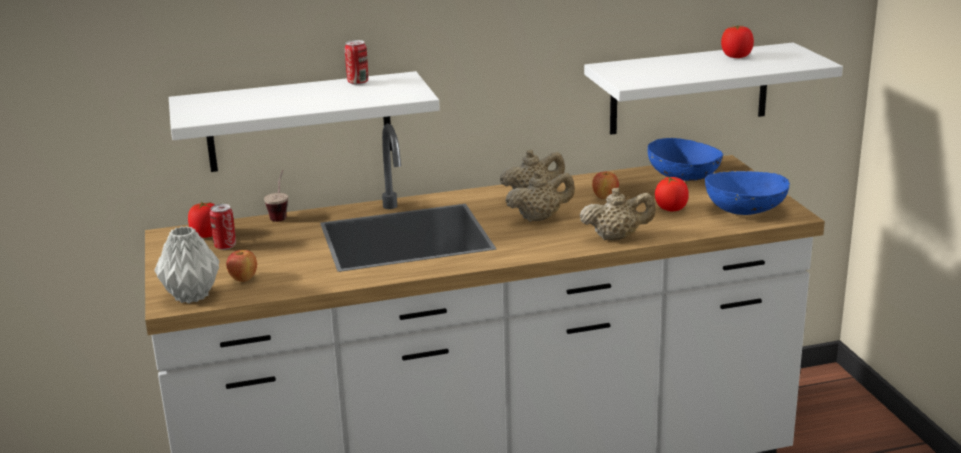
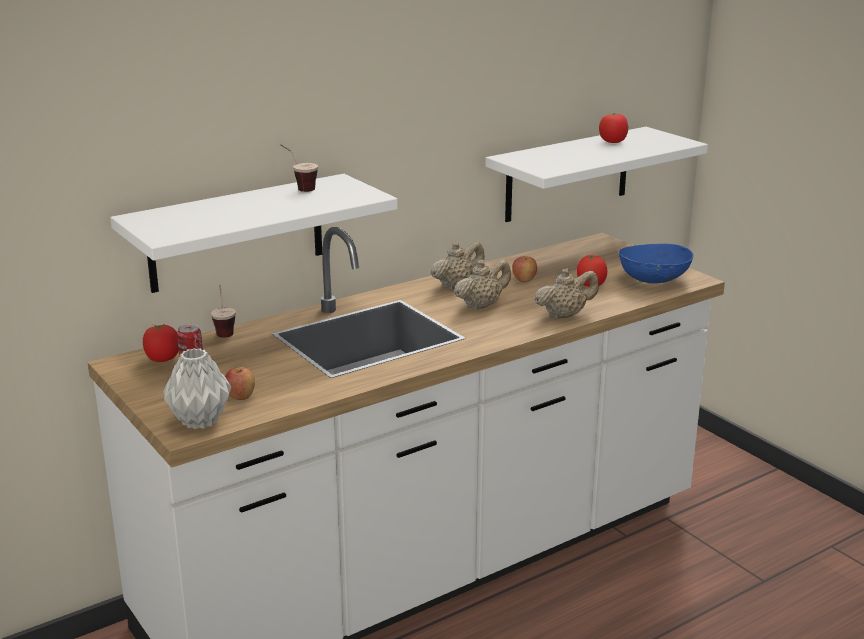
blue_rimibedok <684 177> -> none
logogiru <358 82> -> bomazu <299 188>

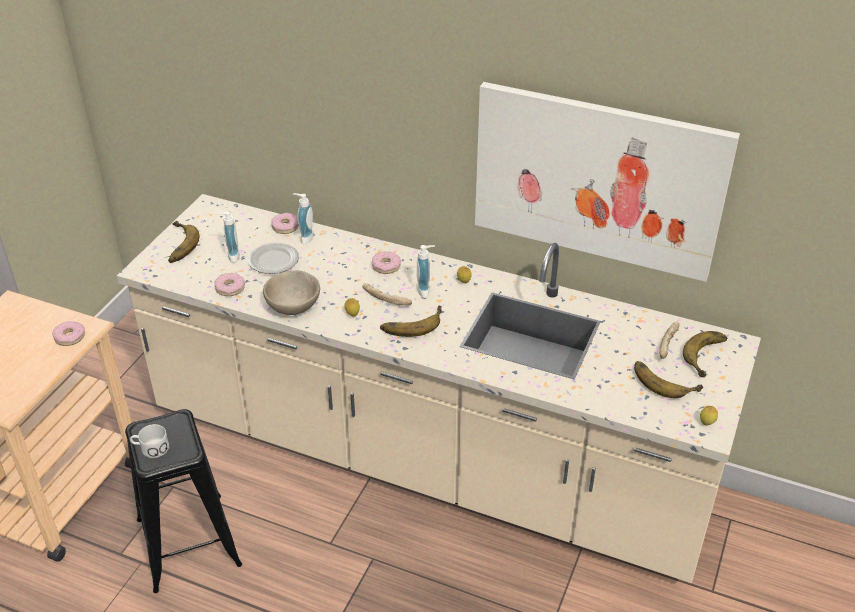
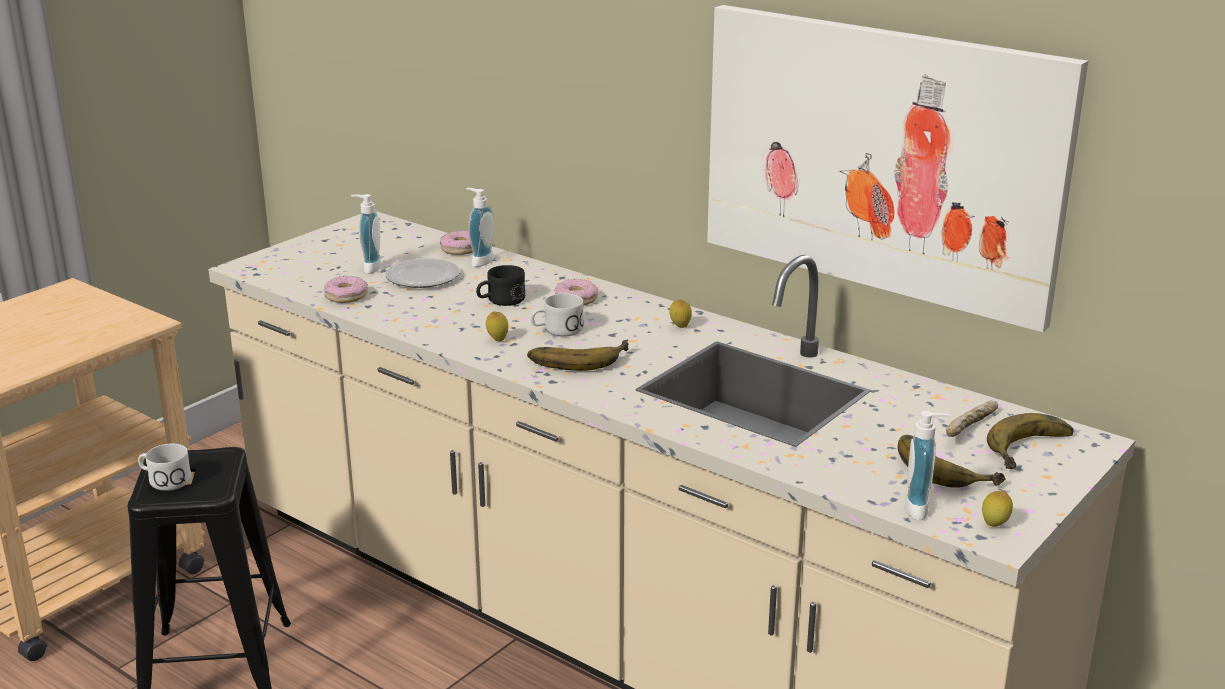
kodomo <70 337> -> none
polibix <176 245> -> none
beige_rimibedok <293 307> -> none
none -> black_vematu <500 301>
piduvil <426 290> -> piduvil <921 509>, shifted
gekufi <387 299> -> white_vematu <557 330>

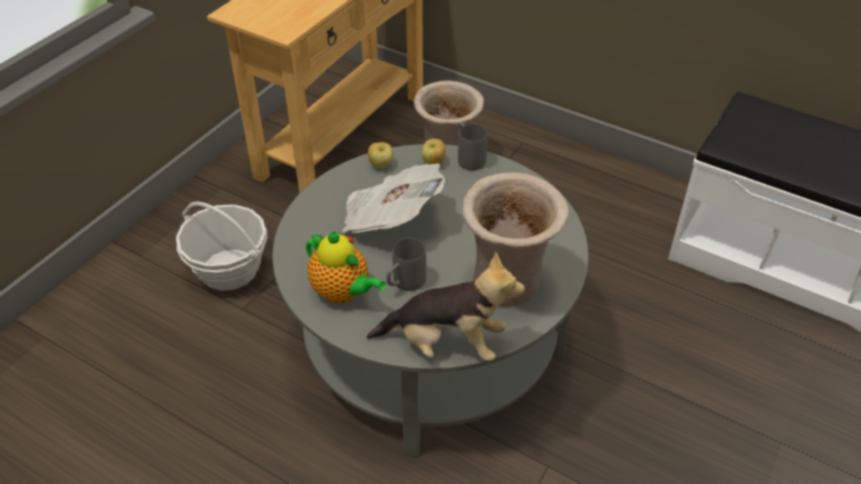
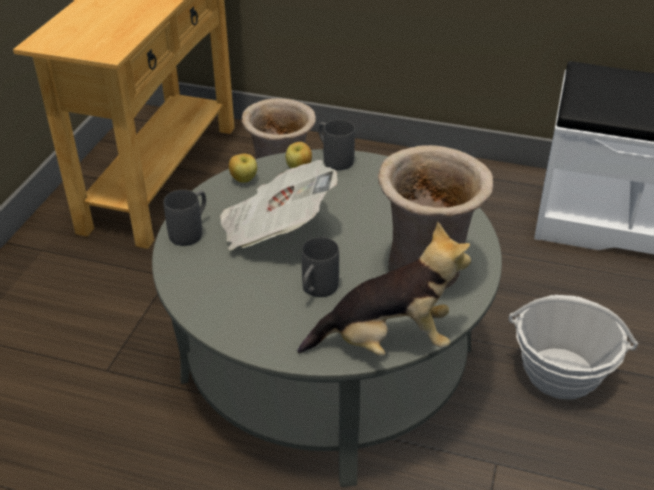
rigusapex <343 292> -> none
none -> grey_vematu <191 231>
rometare <229 270> -> rometare <561 373>, shifted

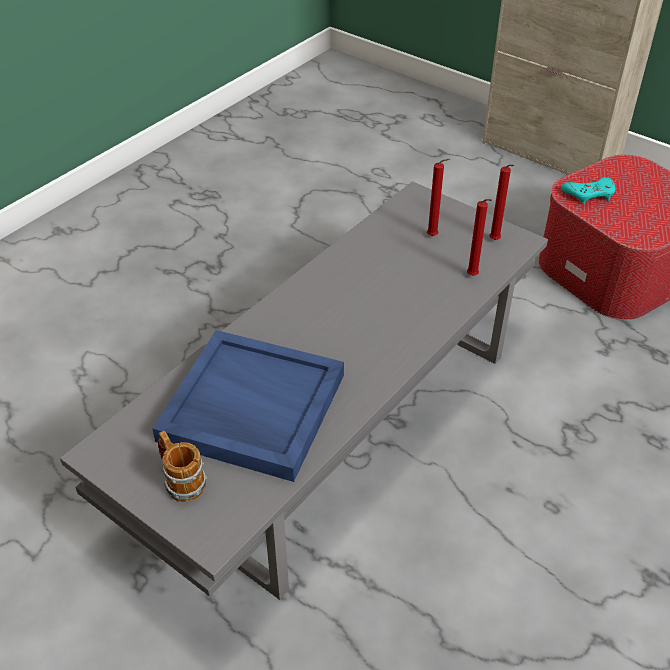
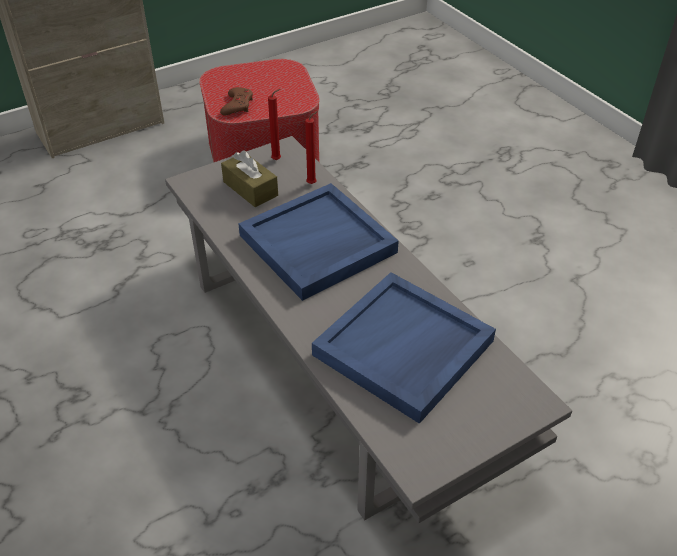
vematu <181 480> -> none
none -> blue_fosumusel <317 245>
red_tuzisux <434 236> -> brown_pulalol <250 189>
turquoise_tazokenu <589 194> -> brown_tazokenu <237 105>

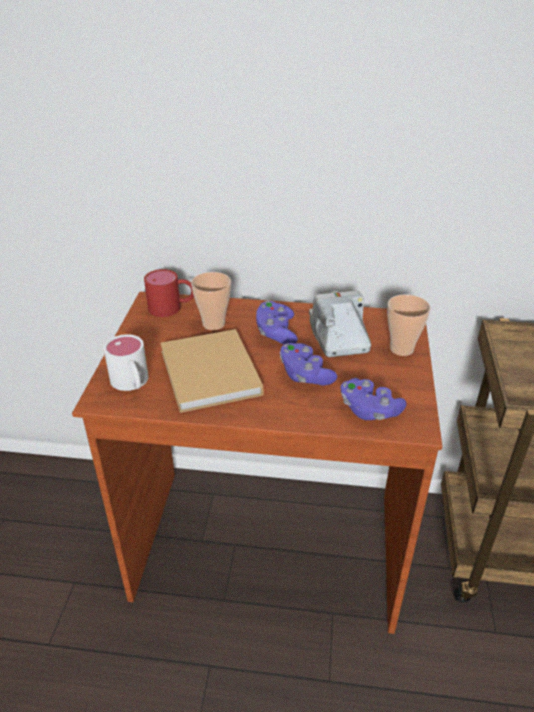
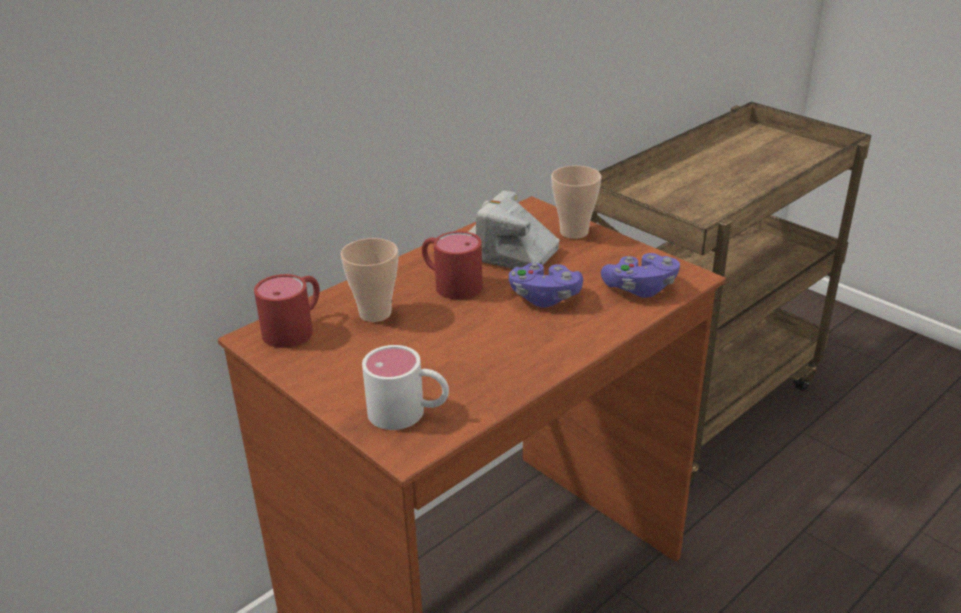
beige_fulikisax <211 374> -> none
purple_tazokenu <276 332> -> red_vematu <450 283>

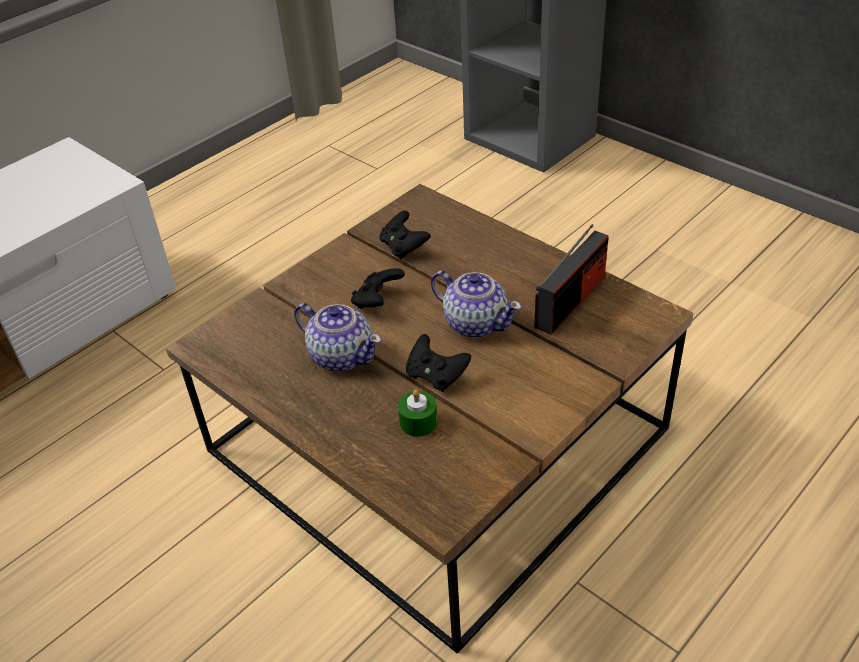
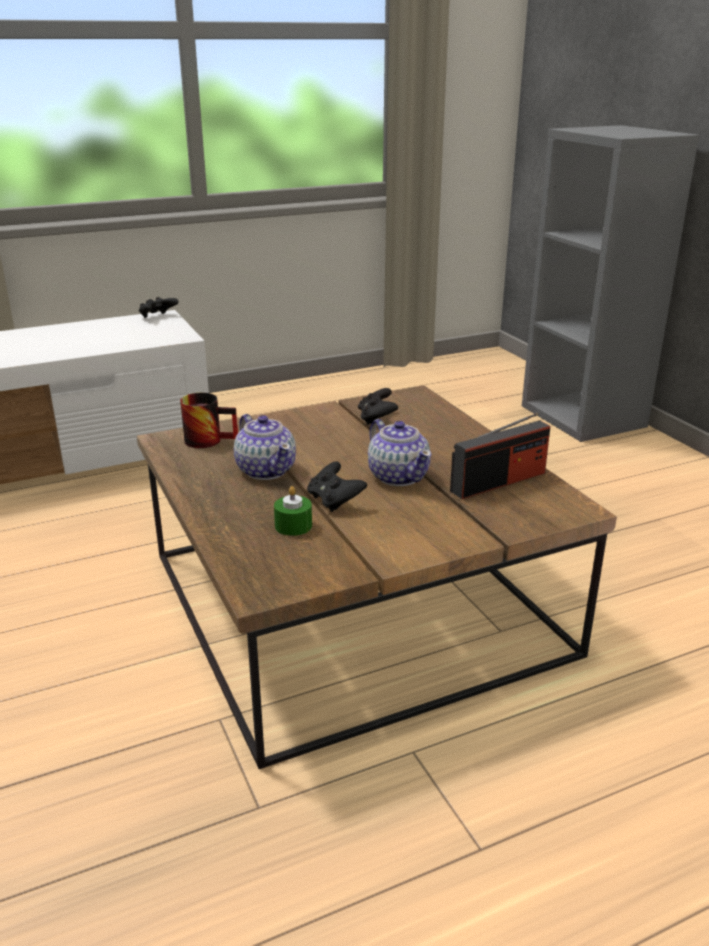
none -> vematu <210 439>
black_tazokenu <377 301> -> black_tazokenu <158 317>, shifted

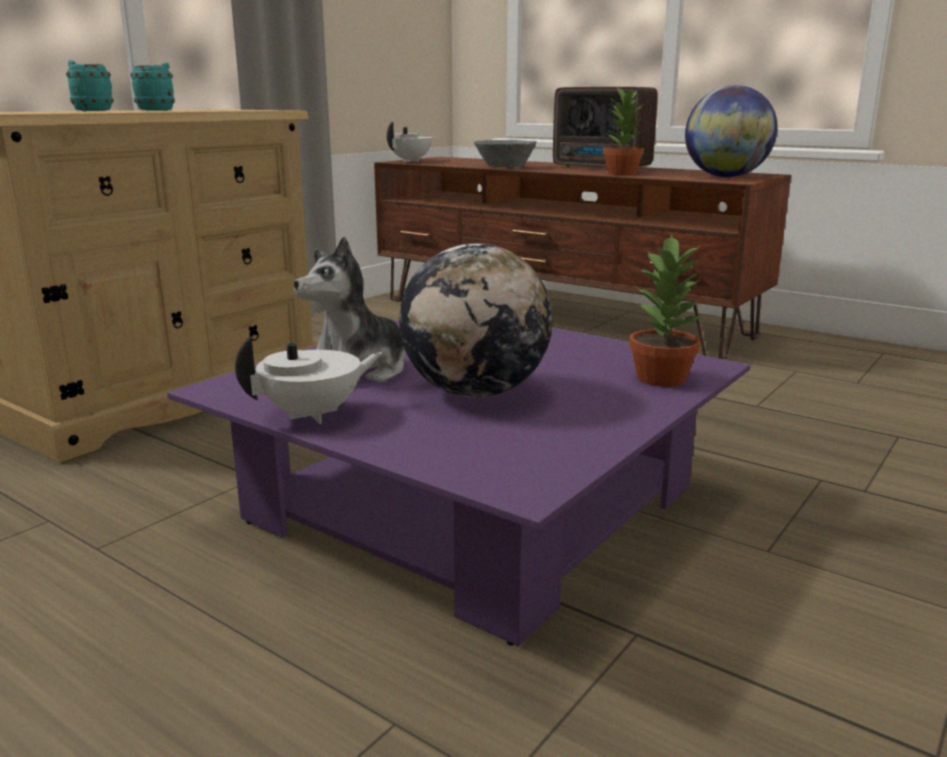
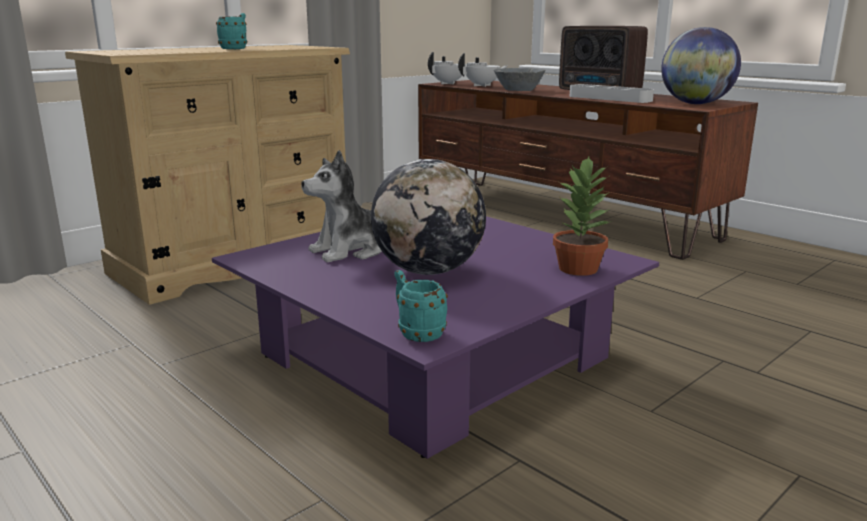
turquoise_vematu <90 111> -> turquoise_vematu <417 333>, shifted
white_rigusapex <314 414> -> white_rigusapex <482 85>, shifted
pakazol <622 173> -> grey_fosumusel <609 98>

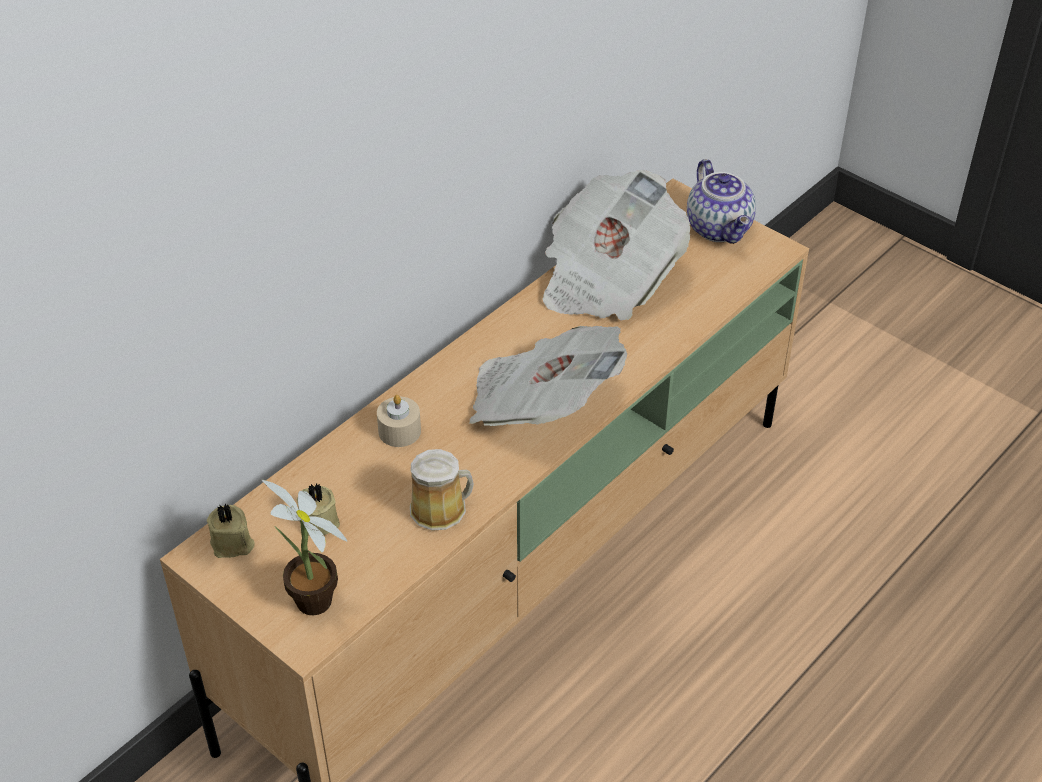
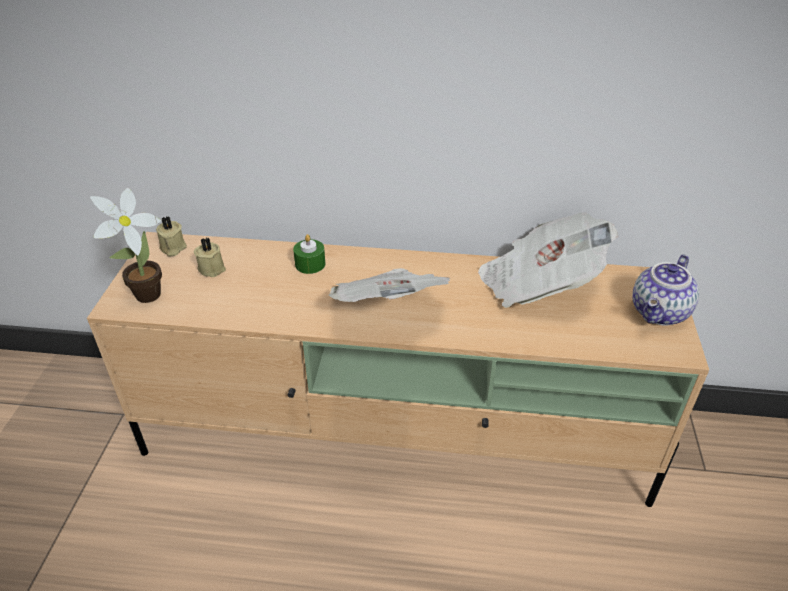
vematu <442 509> -> none
beige_tuzisux <399 431> -> green_tuzisux <310 264>

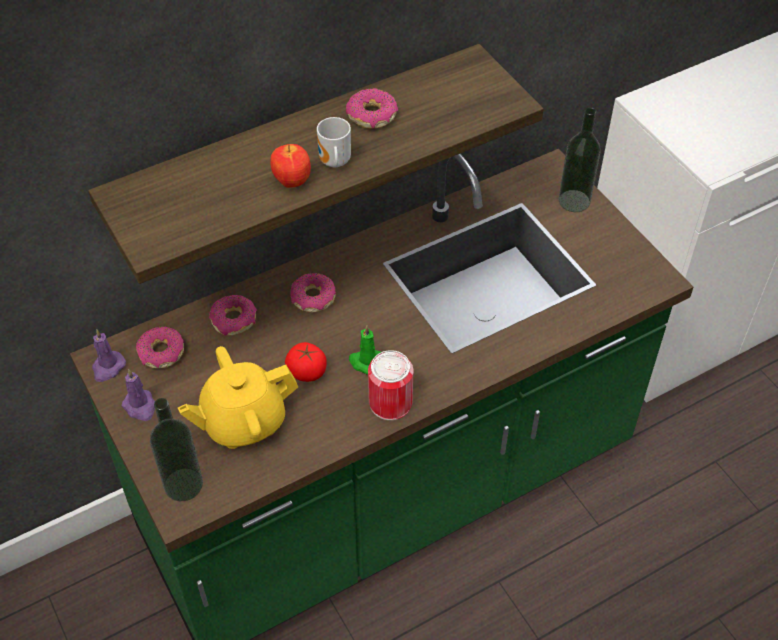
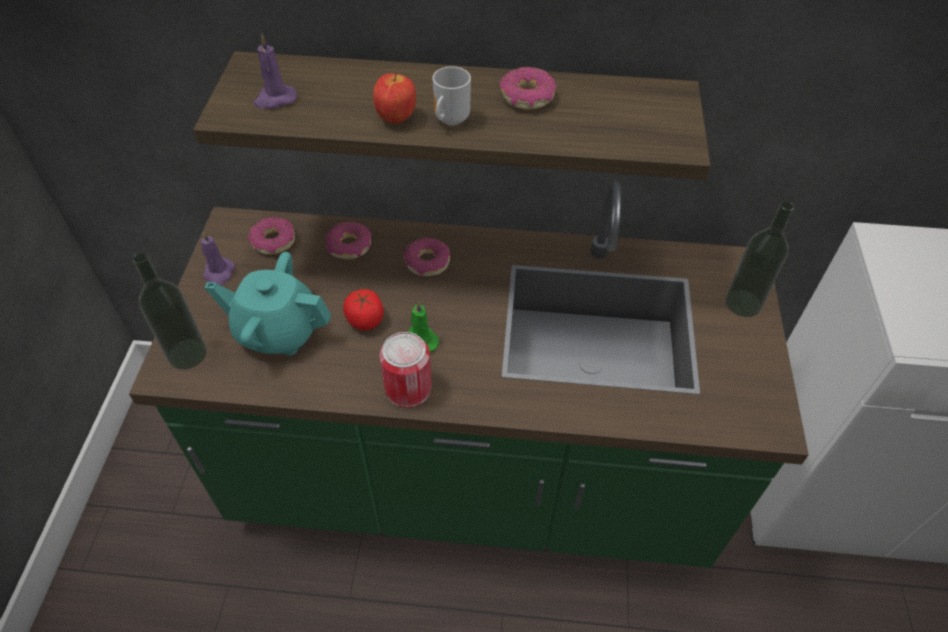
purple_tuzisux <108 368> -> purple_tuzisux <274 99>, shifted
yellow_rigusapex <243 422> -> turquoise_rigusapex <278 331>

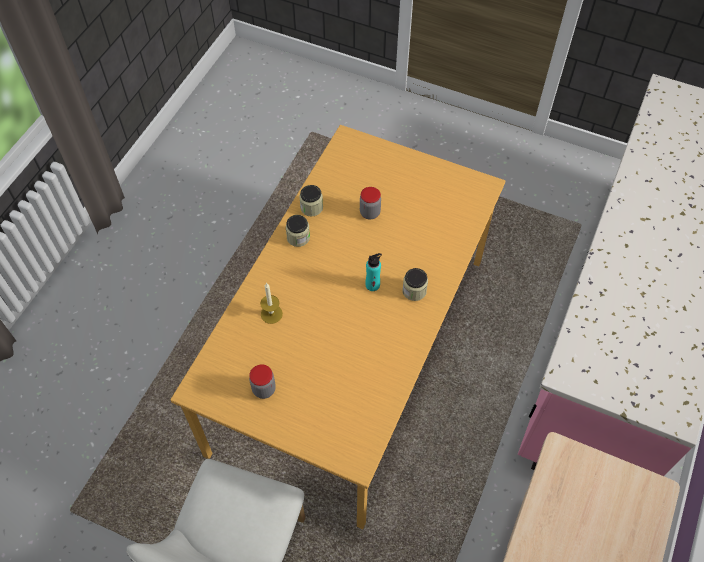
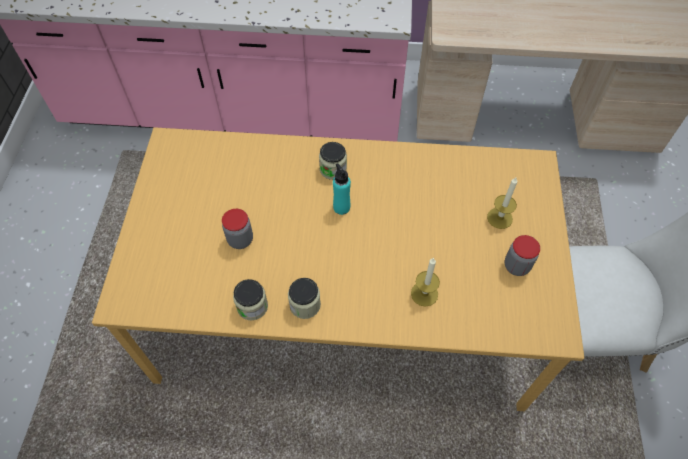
none -> tuzisux <499 218>

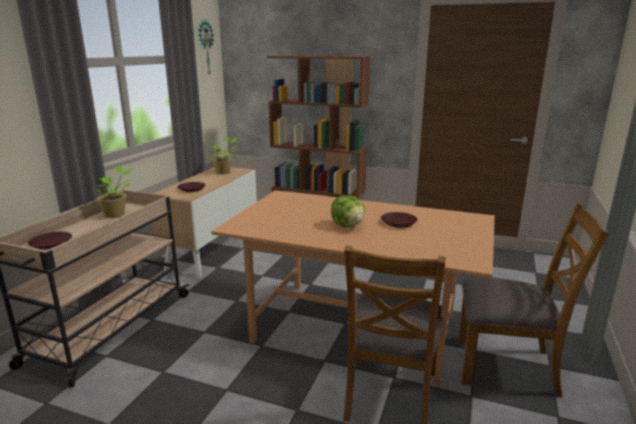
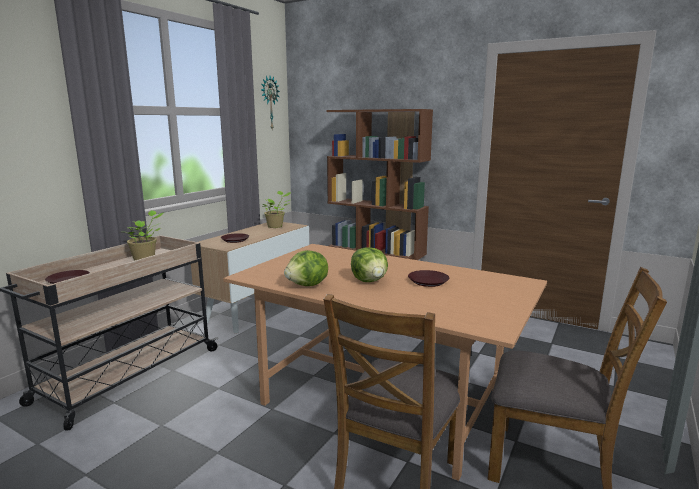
none -> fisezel <308 285>

